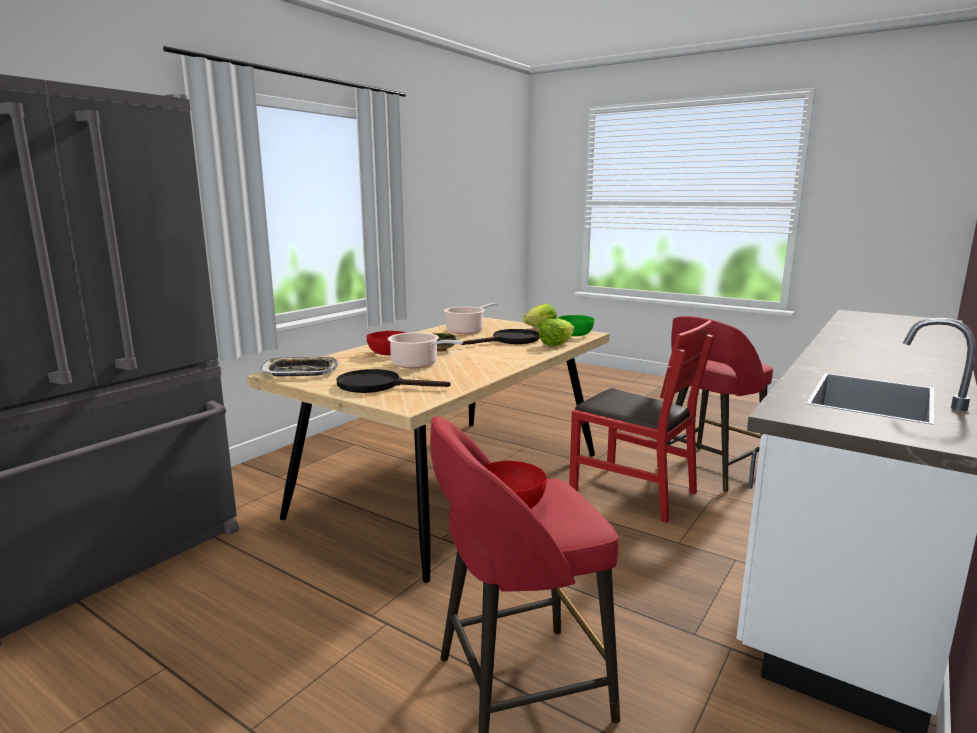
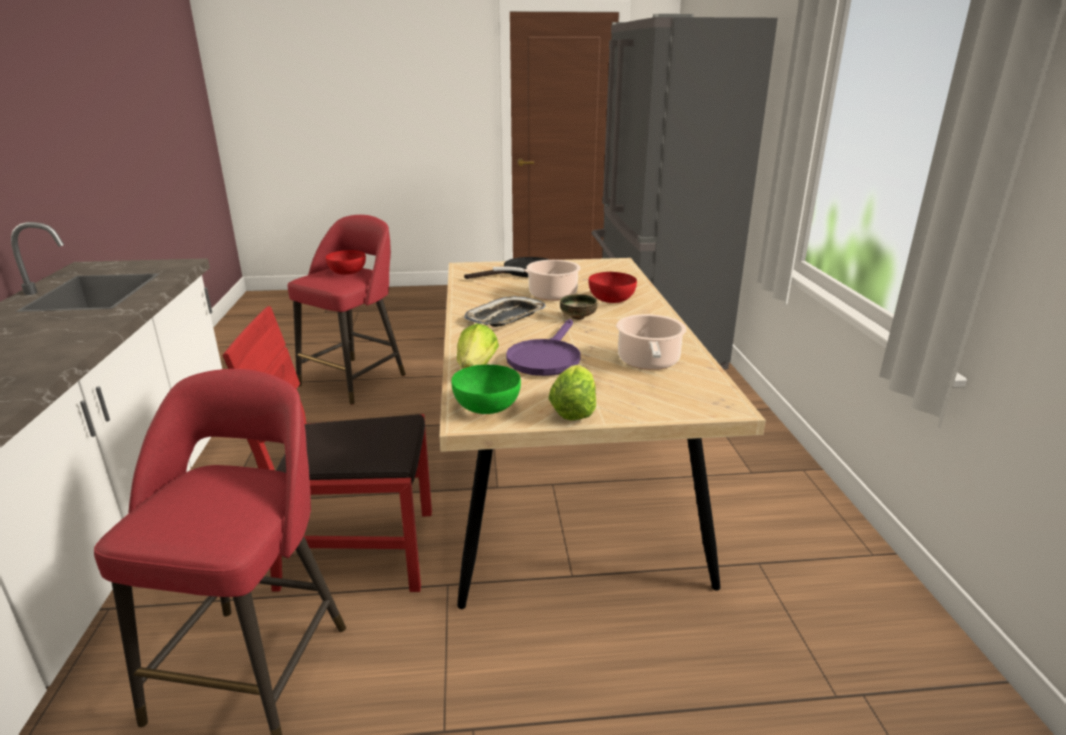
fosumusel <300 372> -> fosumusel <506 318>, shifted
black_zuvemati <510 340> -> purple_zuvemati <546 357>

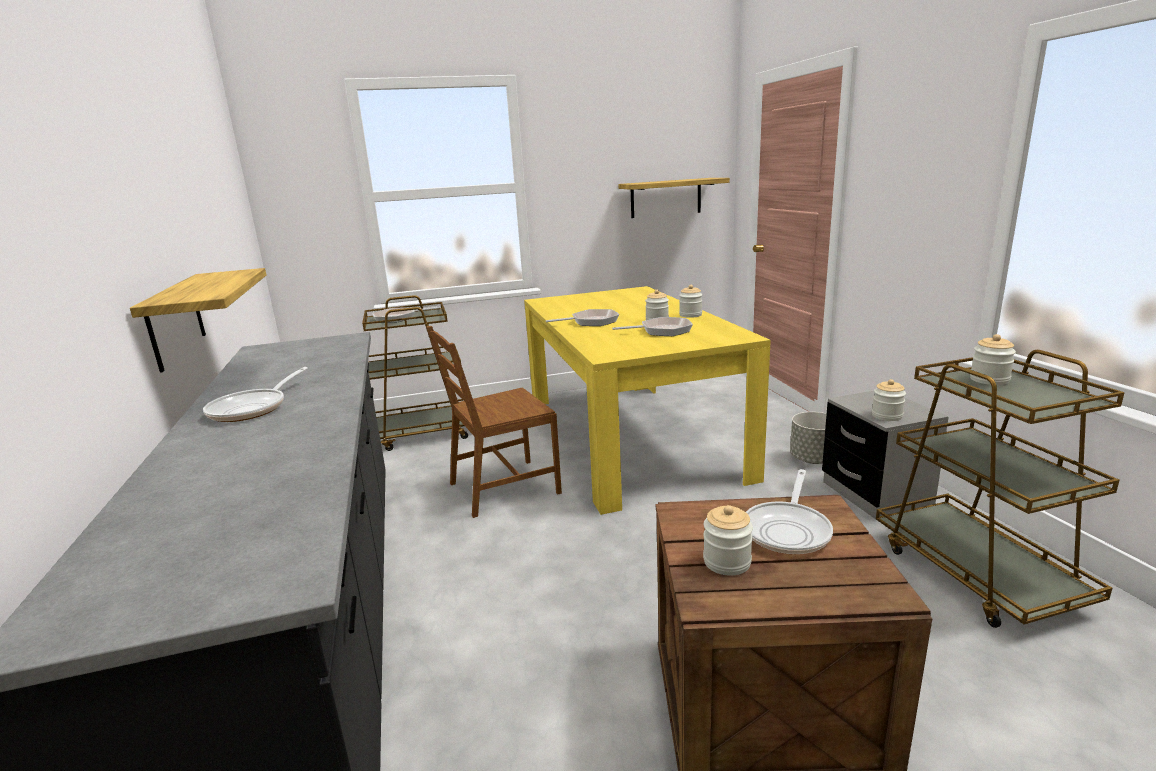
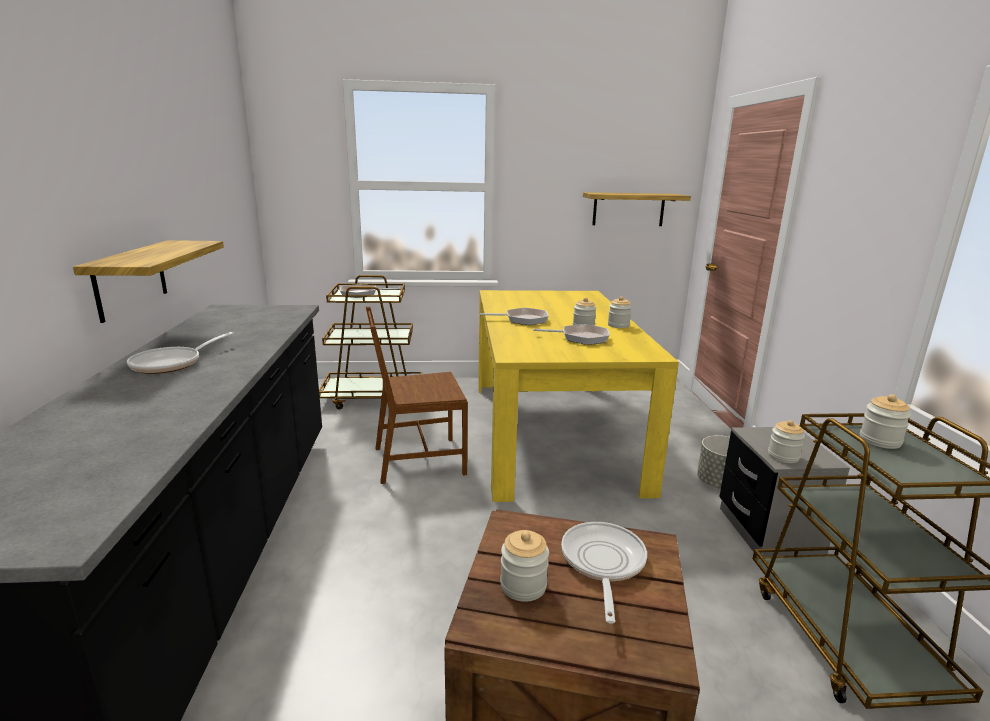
zuvemati <788 530> -> zuvemati <602 563>, 150 degrees clockwise

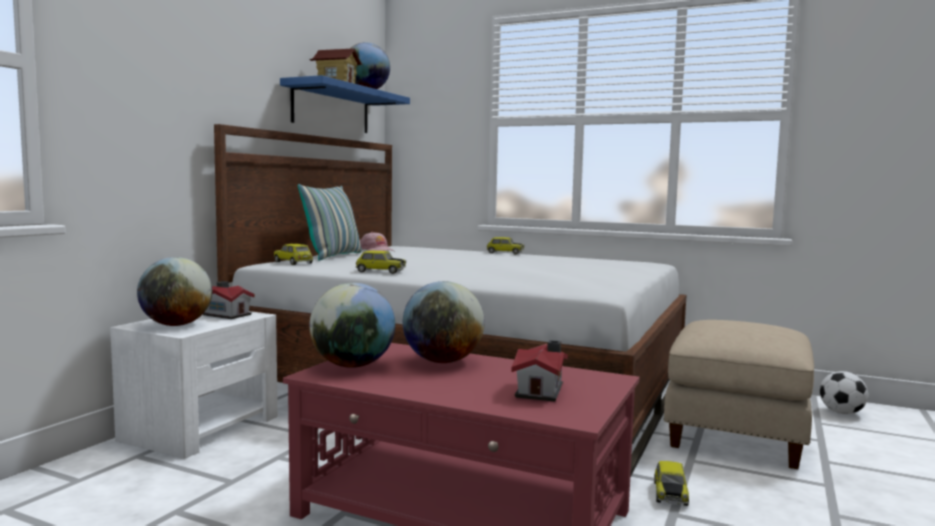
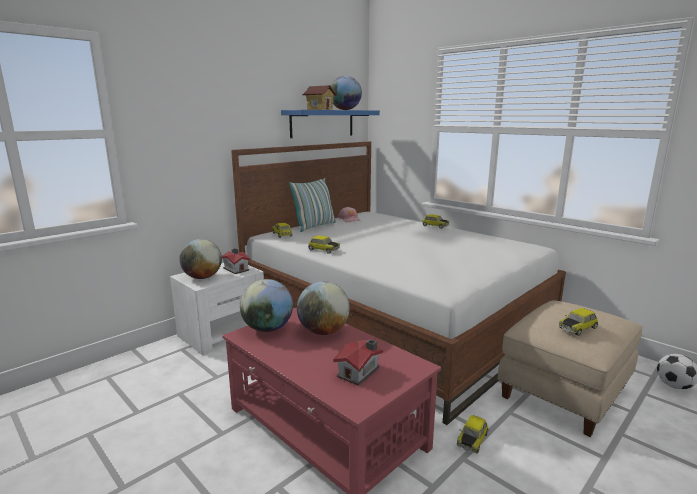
none -> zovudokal <577 328>

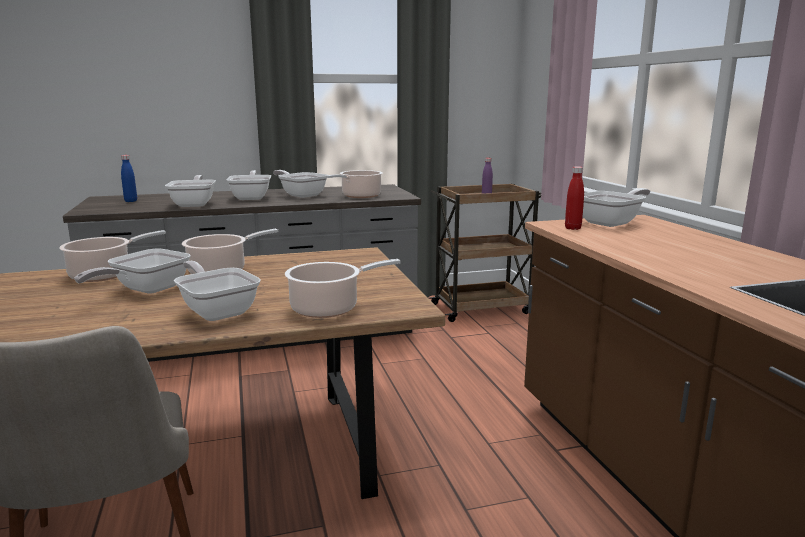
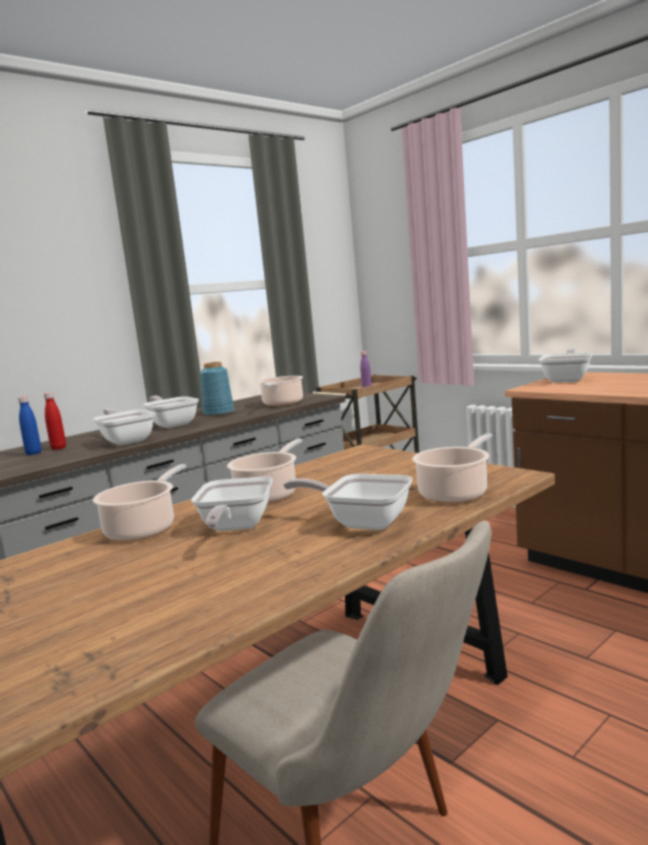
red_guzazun <572 228> -> red_guzazun <58 448>, shifted
zuvemati <301 195> -> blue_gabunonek <219 413>

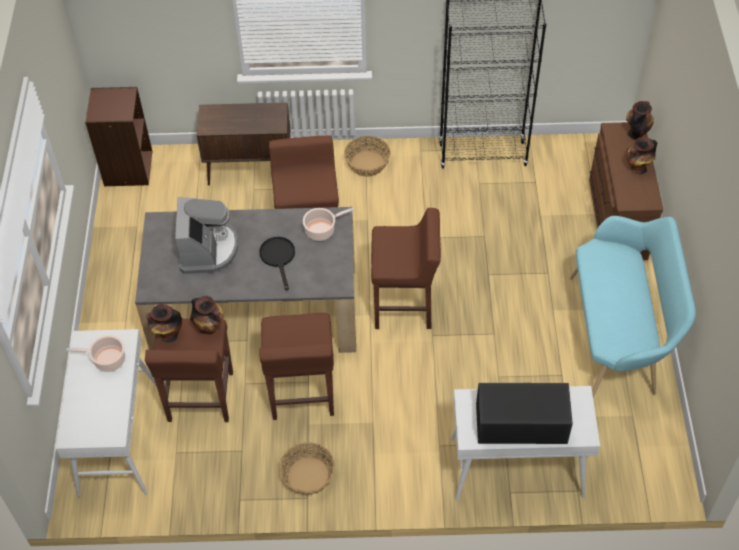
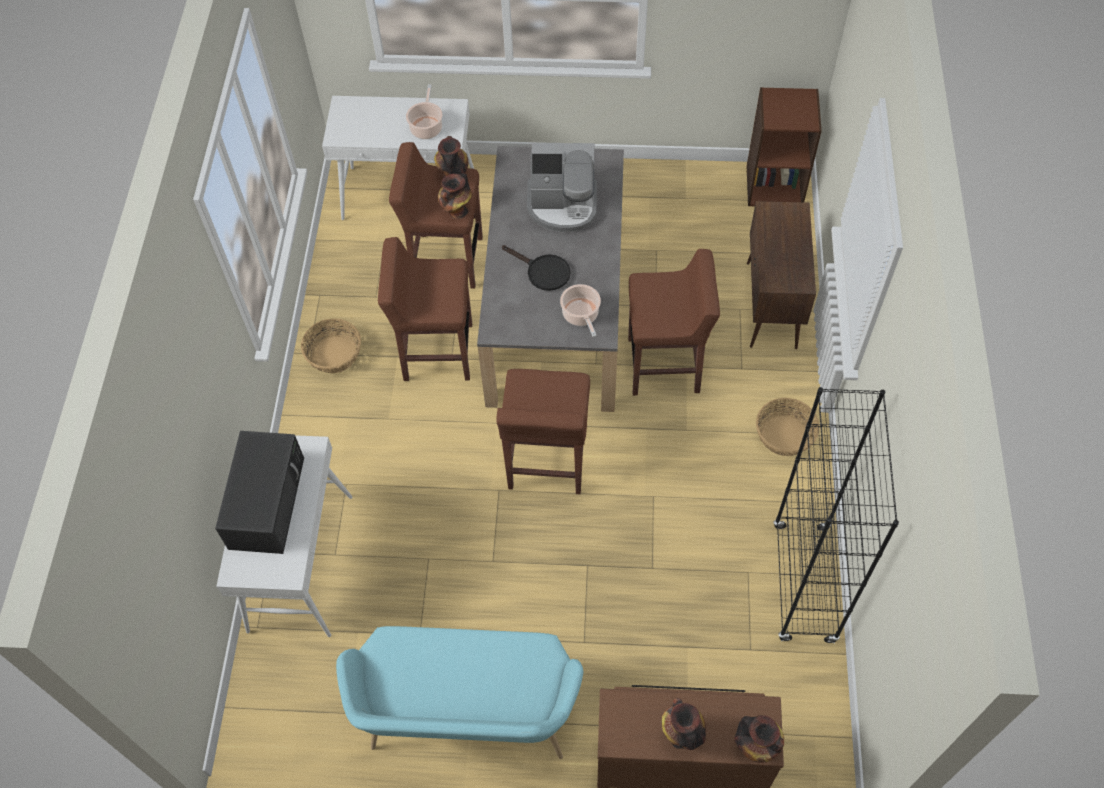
black_zuvemati <278 258> -> black_zuvemati <543 272>, 45 degrees clockwise

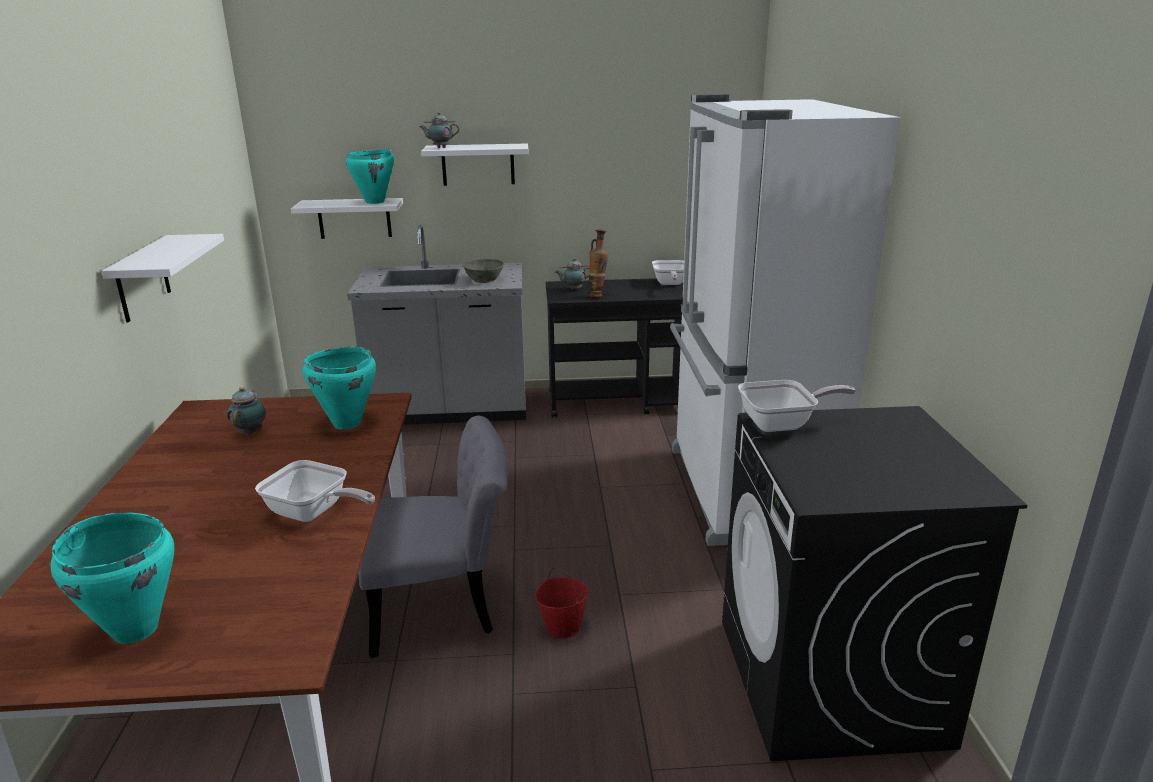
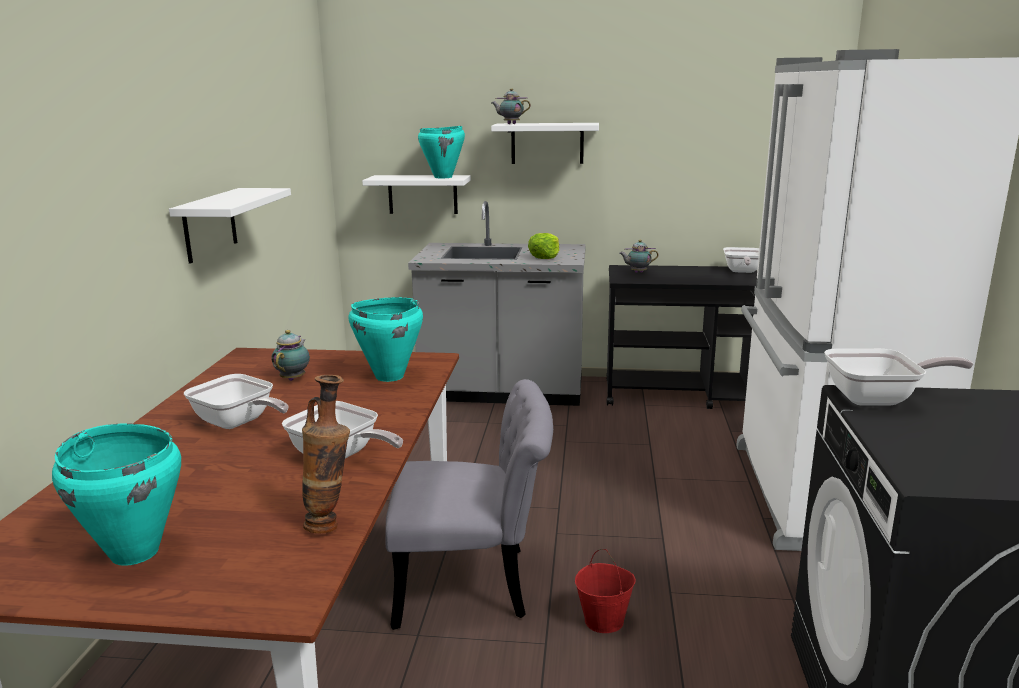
none -> zuvemati <238 423>
gabunonek <598 295> -> gabunonek <330 524>, shifted
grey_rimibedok <483 280> -> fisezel <545 257>

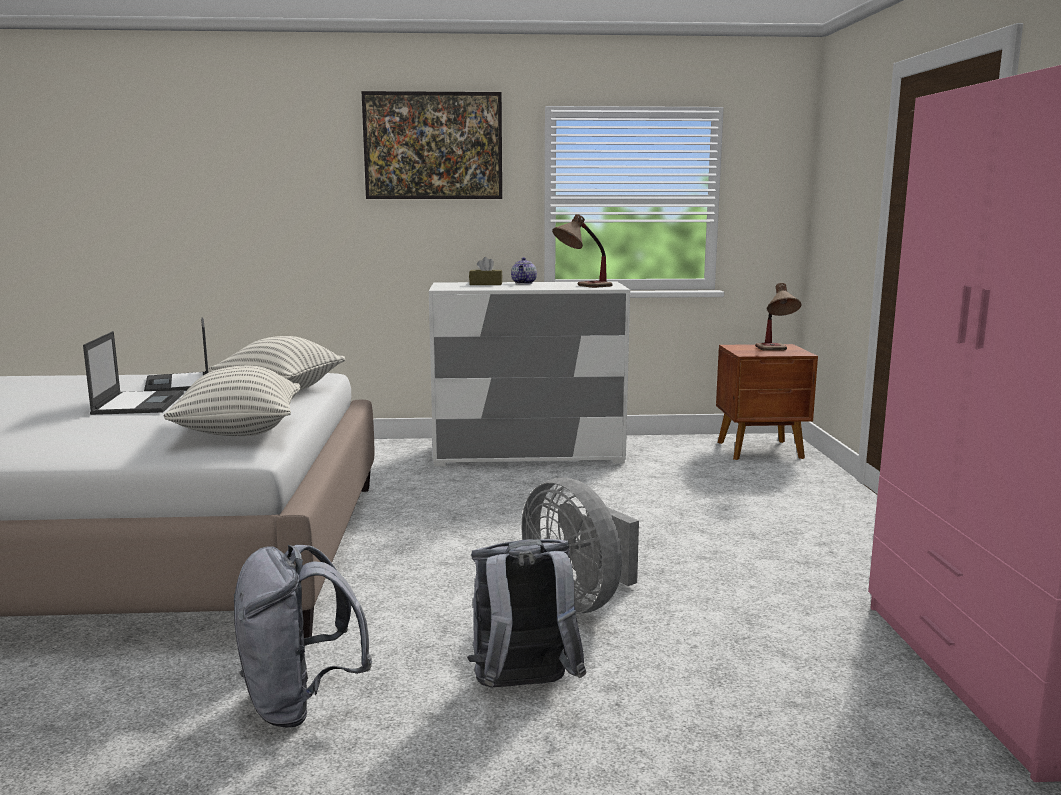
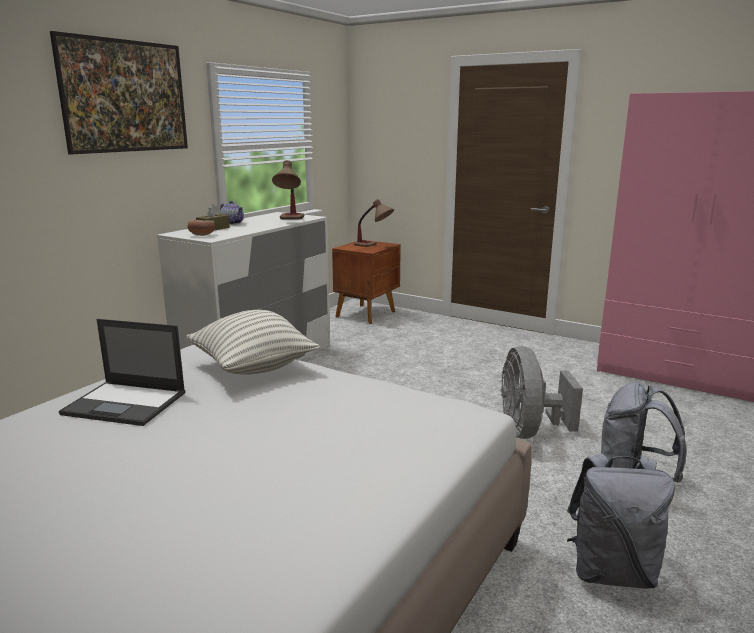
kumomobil <139 403> -> none
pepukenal <239 433> -> none
none -> rimibedok <201 235>
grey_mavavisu <579 601> -> grey_mavavisu <529 431>, 90 degrees clockwise

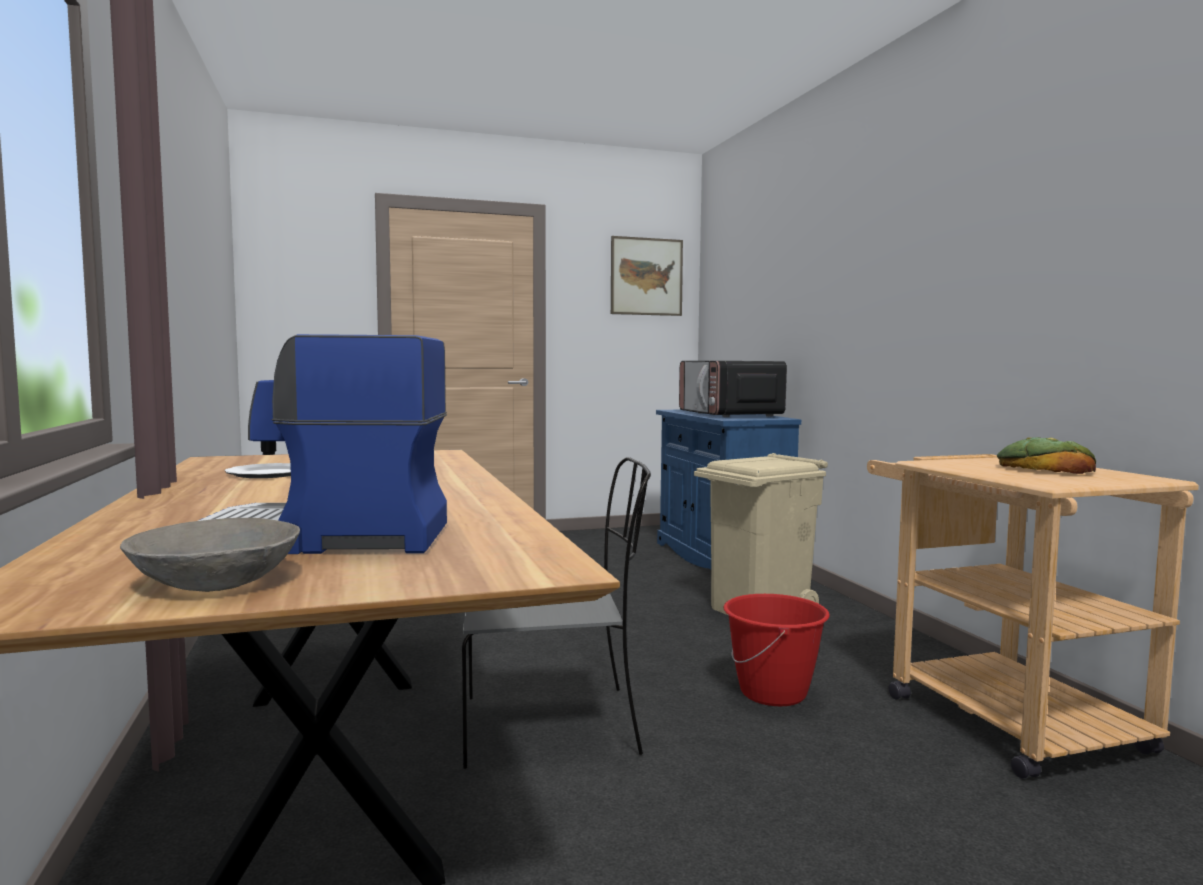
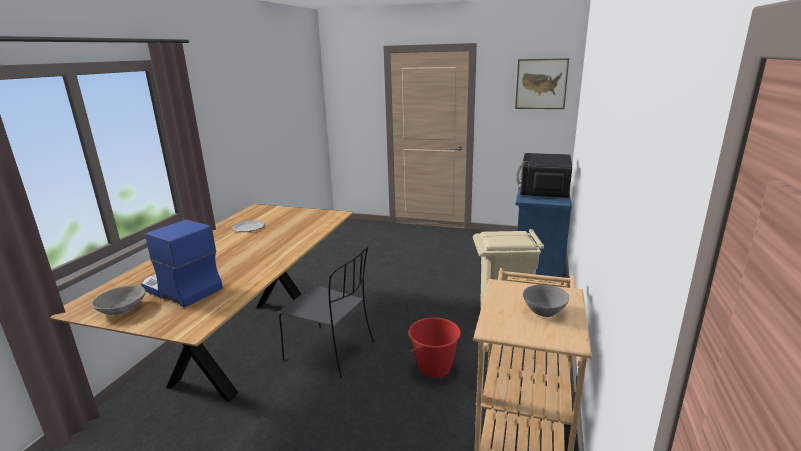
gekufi <1046 469> -> grey_rimibedok <543 311>

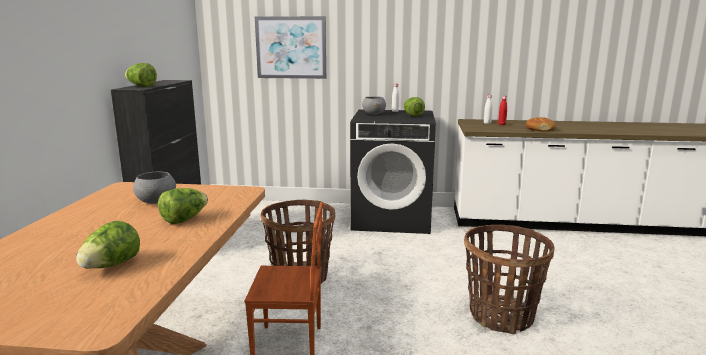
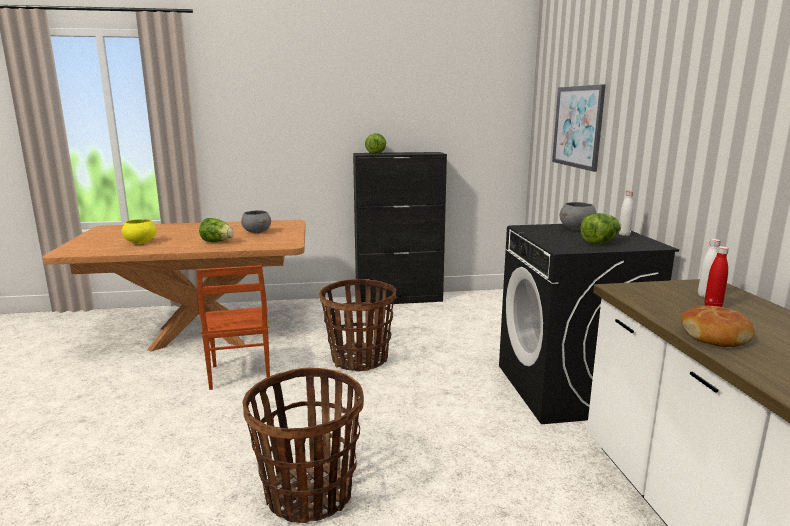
fisezel <111 266> -> yellow_rimibedok <141 242>

